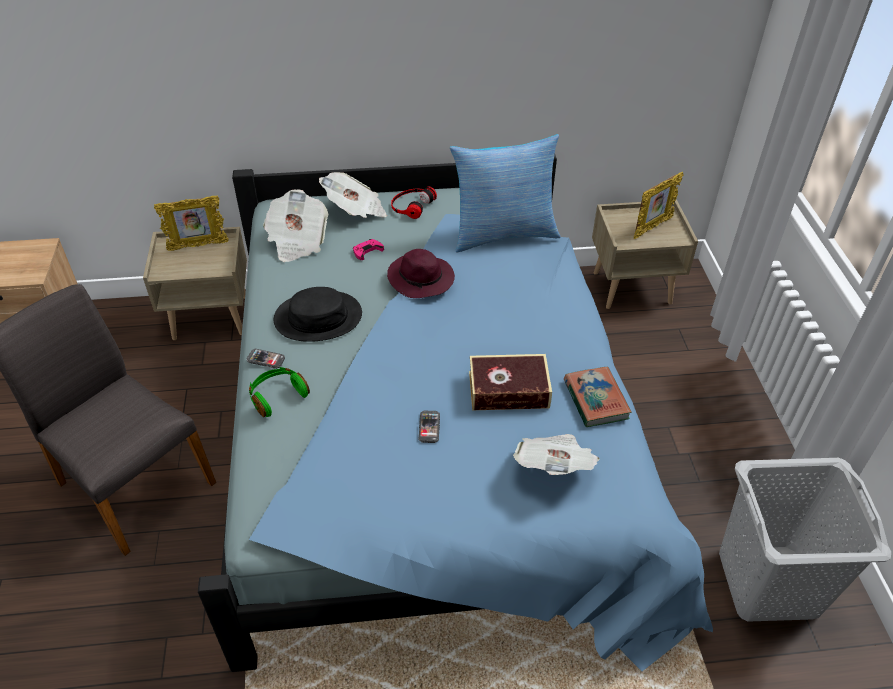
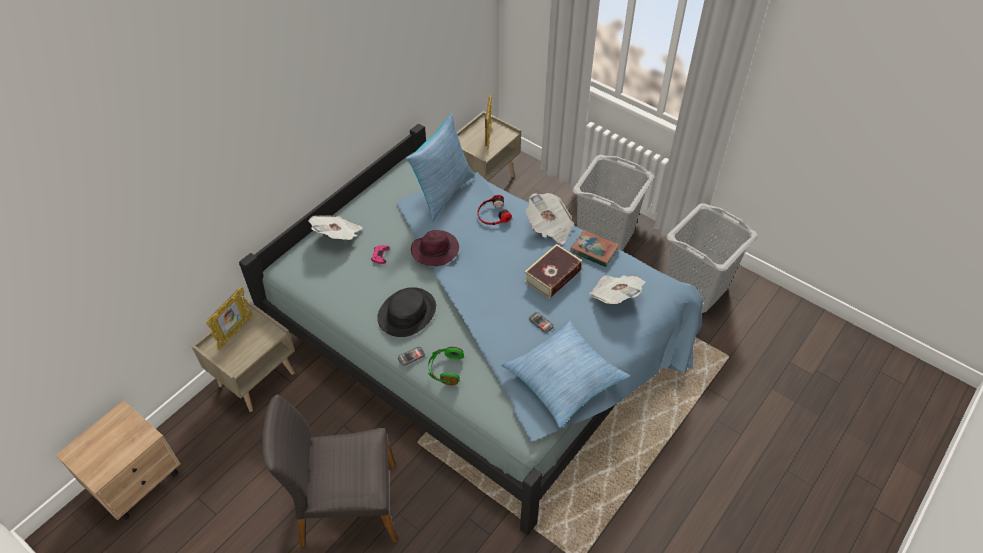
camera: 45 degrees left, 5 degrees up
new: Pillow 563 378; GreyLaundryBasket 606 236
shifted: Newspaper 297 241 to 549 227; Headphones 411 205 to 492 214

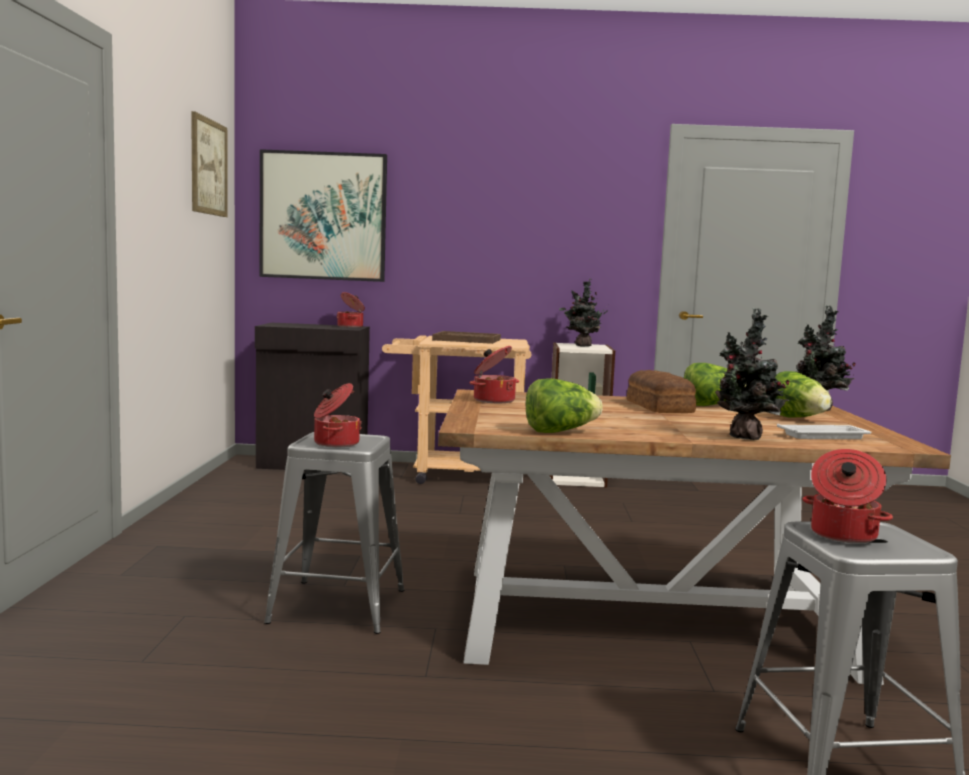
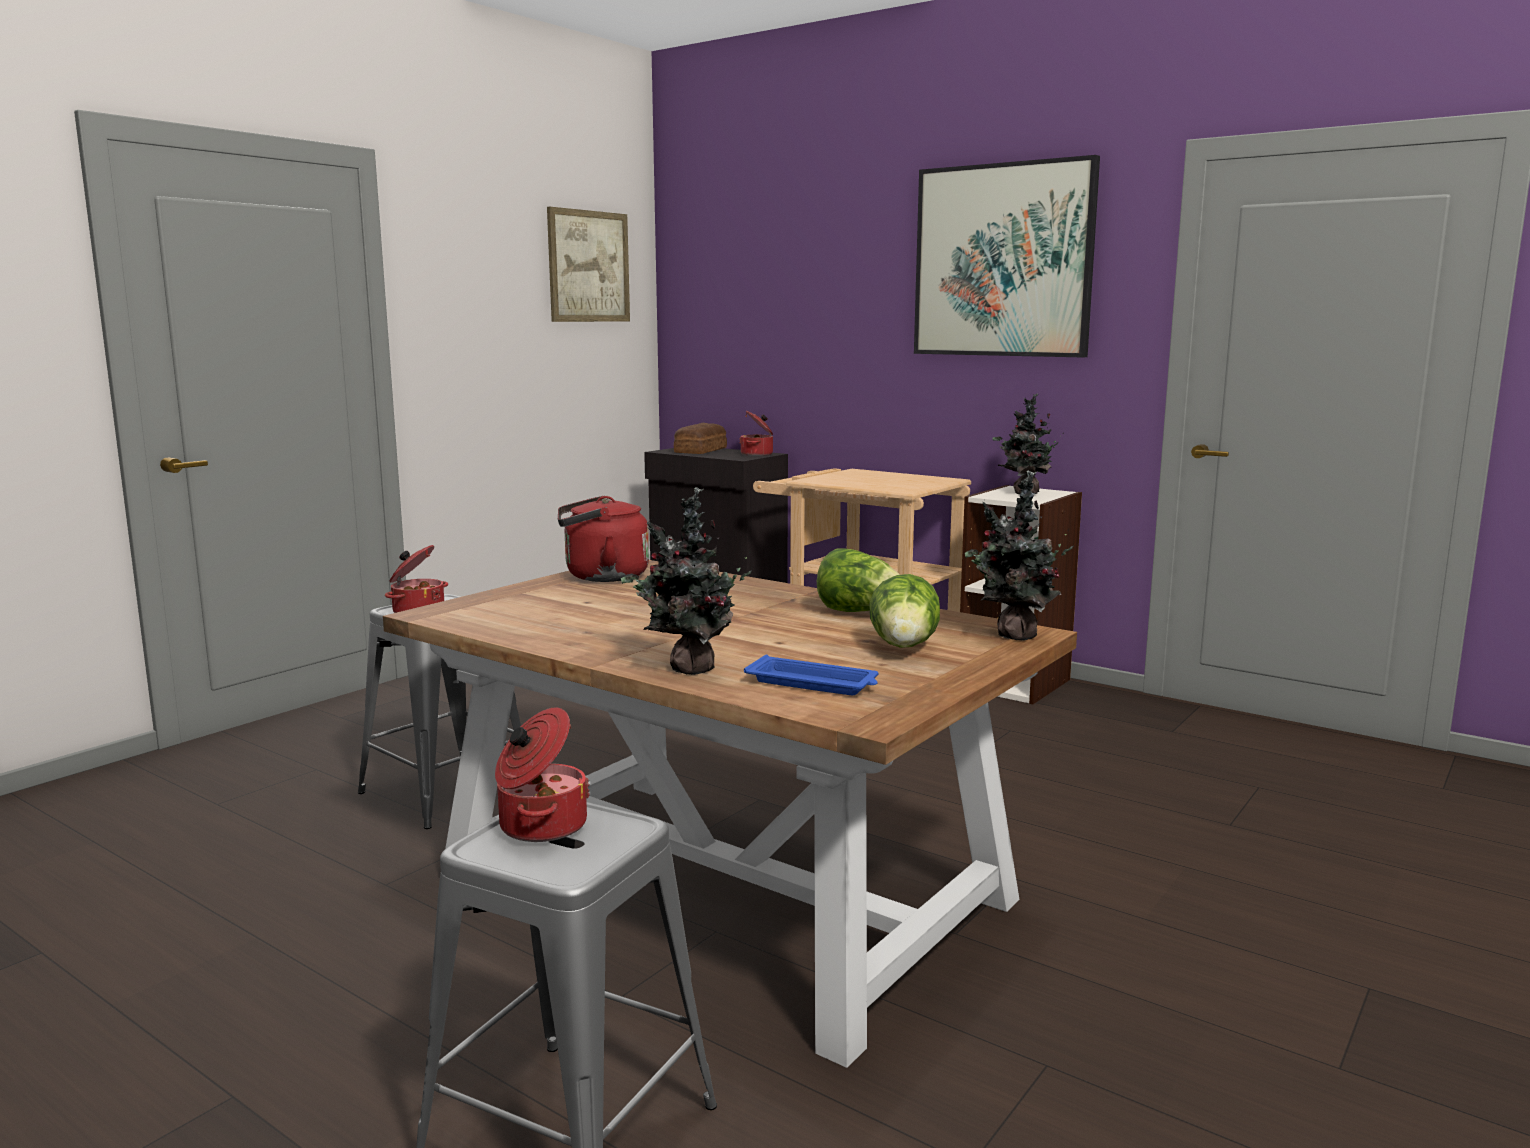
camera: 35 degrees right, 5 degrees up
gone: BrownTray 467 340; Lettuce 559 432
shifted: Picture 323 216 to 1003 261; Bread 658 407 to 699 450
swapped: CookingPot 493 400 to RedKettle 601 577
repainted: WhiteTray 824 436 to BlueTray 813 683

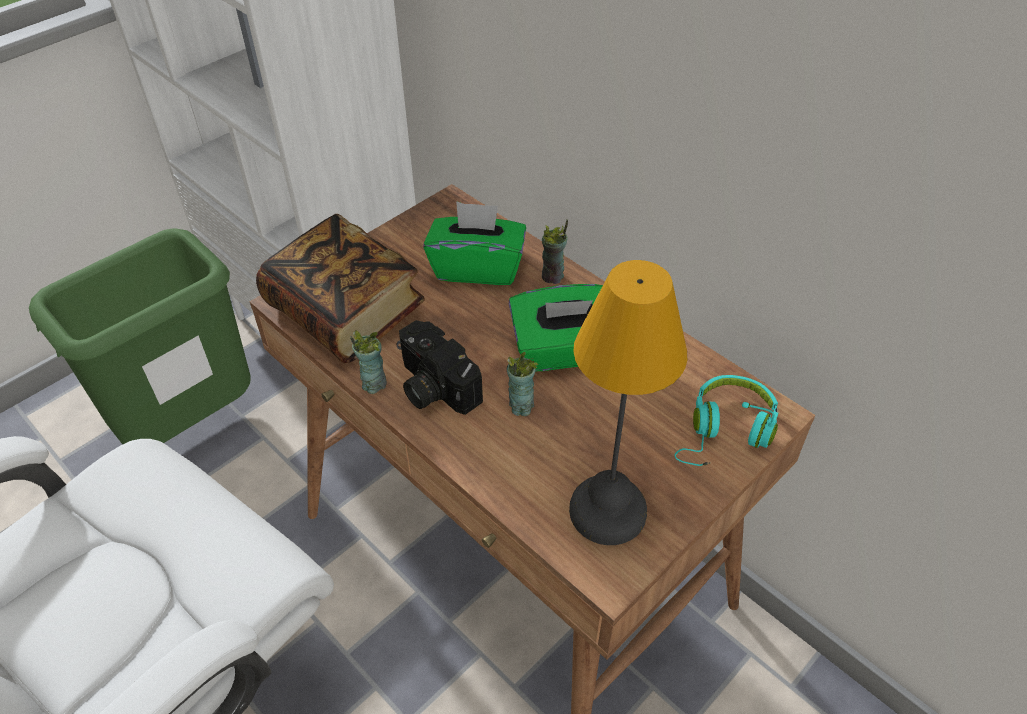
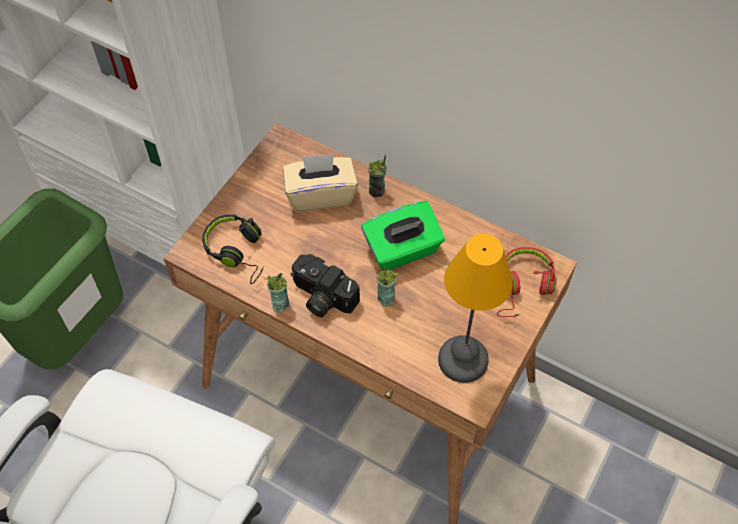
camera: 15 degrees left, 10 degrees up
swapped: Book 346 312 to BlackHeadphones 238 252
repainted: GreenTissueBox 477 268 to BeigeTissueBox 320 194; TurquoiseHeadphones 725 432 to RedHeadphones 523 287

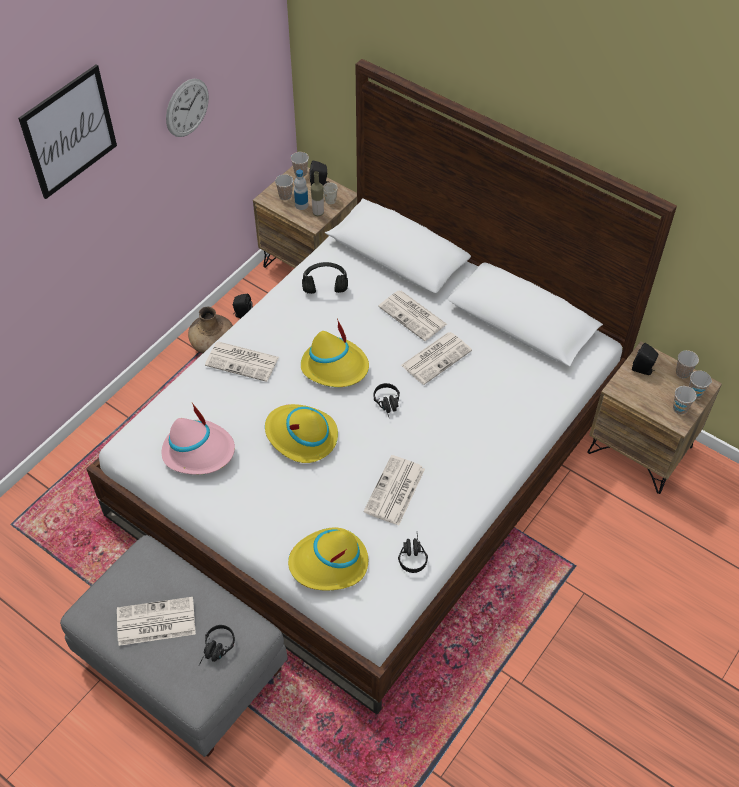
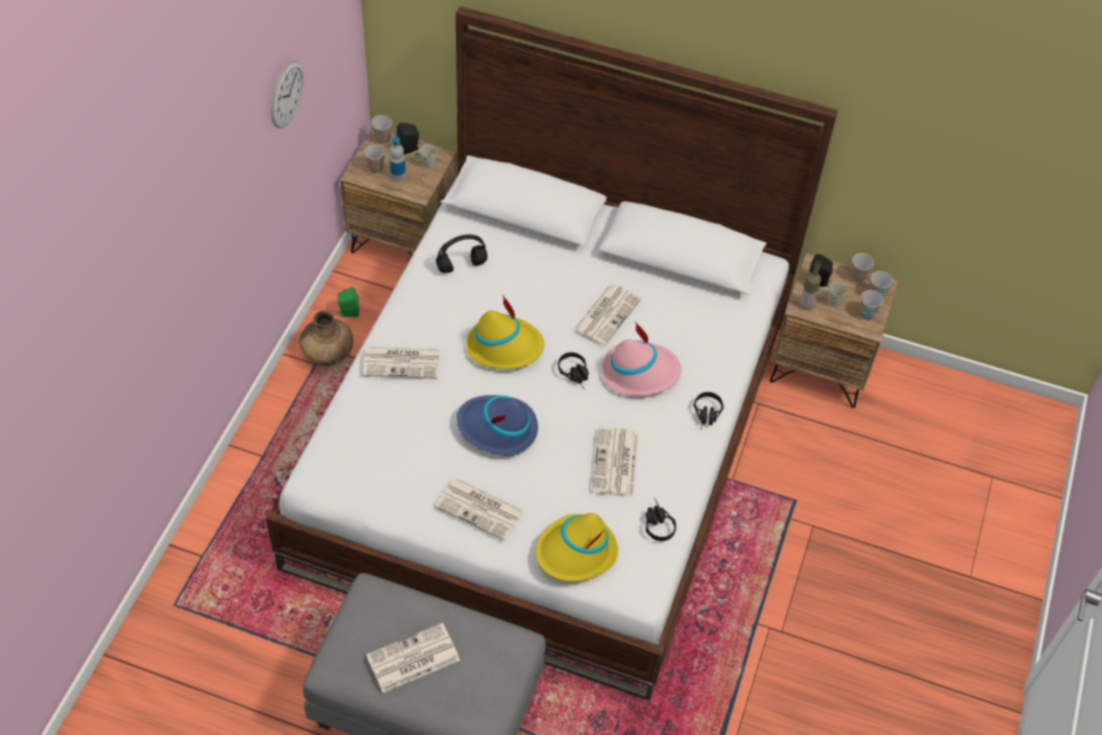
camera: 20 degrees left, 0 degrees up
gone: Picture 69 132
new: WhiteMug 829 301
shifted: PinkHat 199 451 to 640 372; BlackHeadphones 216 650 to 707 416; Bottle 318 213 to 806 305; Newspaper 413 316 to 481 509
repainted: BlackSpeaker 242 315 to GreenSpeaker 348 312; YellowHat 301 436 to BlueHat 497 428

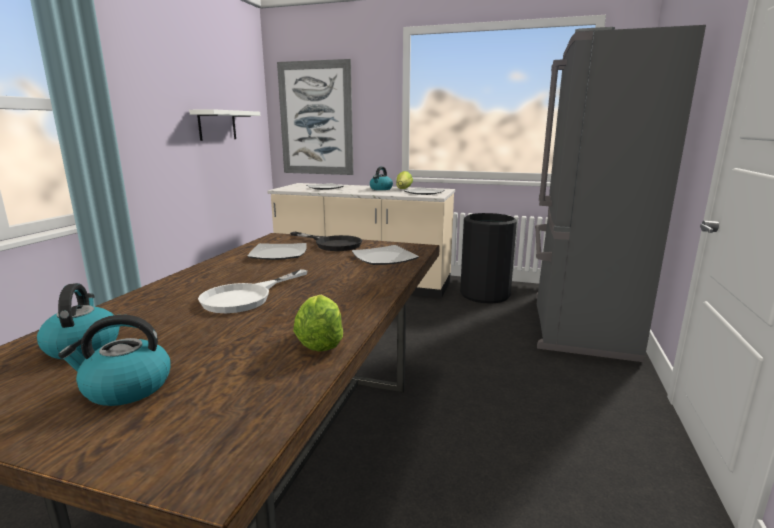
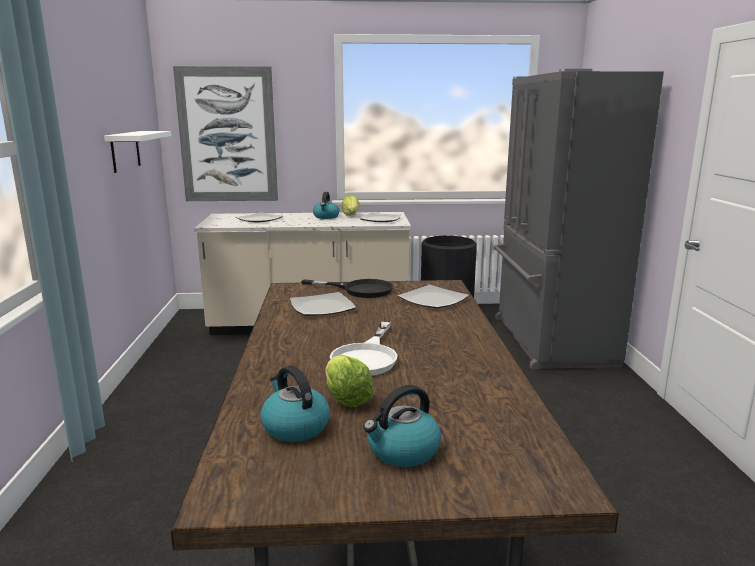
camera: 20 degrees left, 0 degrees up
shifted: Lettuce 320 341 to 346 398

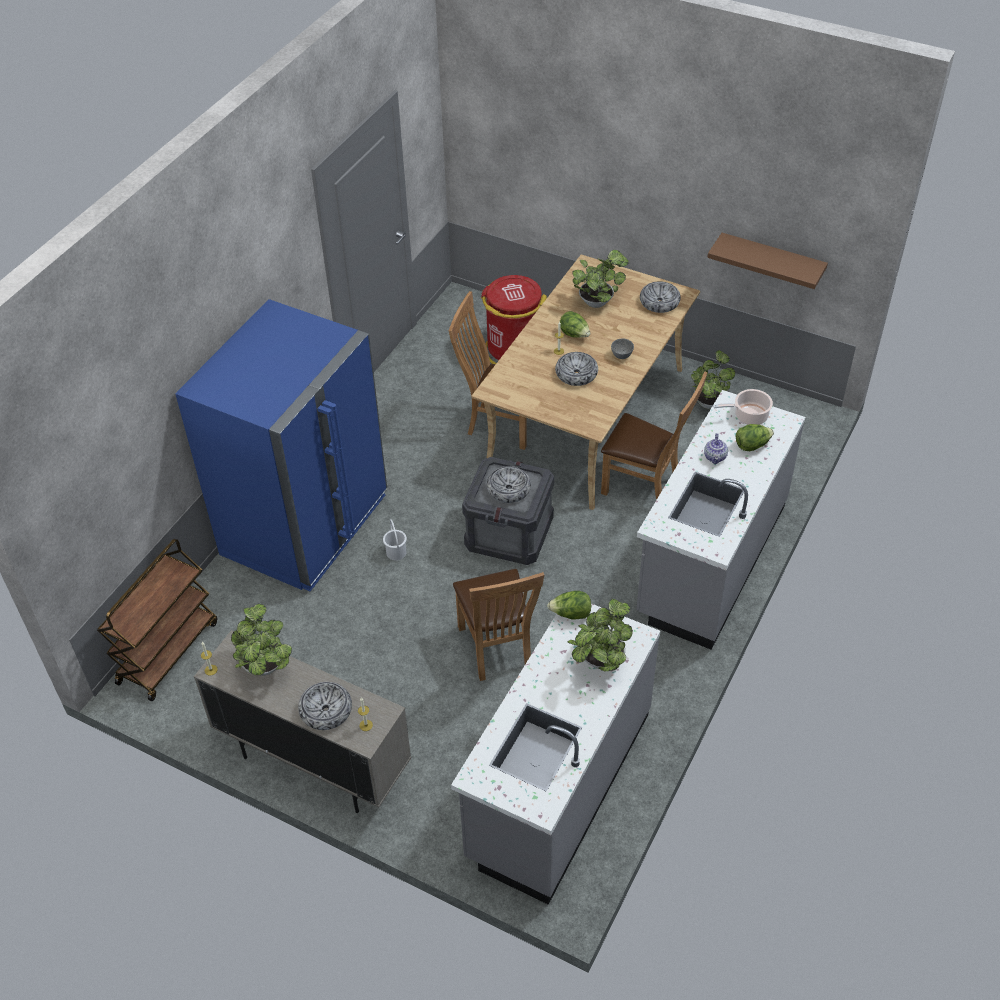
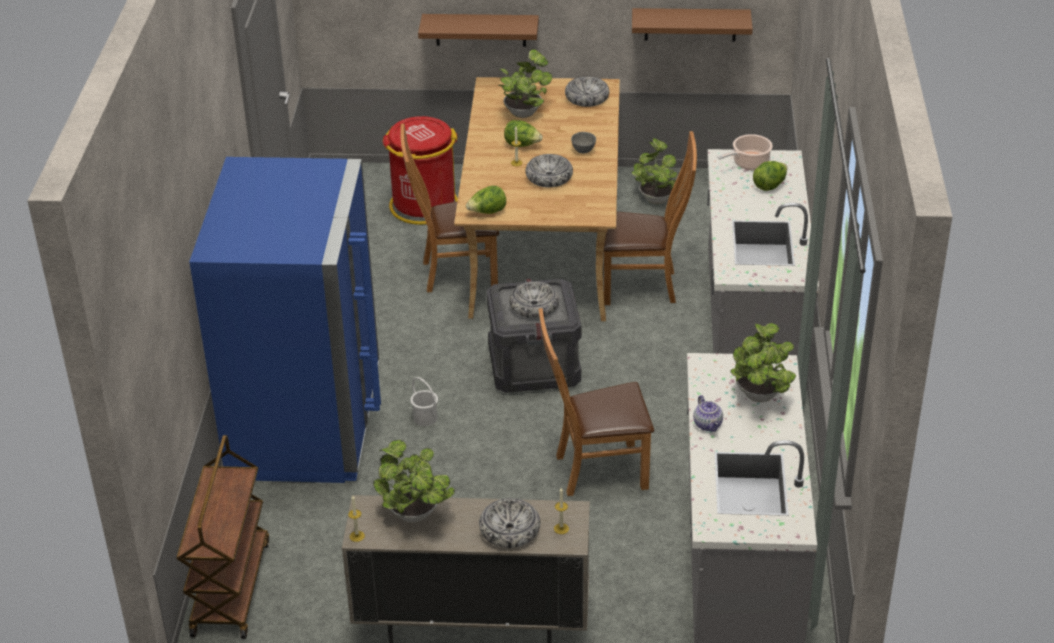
camera: 25 degrees left, 10 degrees down
new: BrownShelf 480 30
shifted: Lettuce 570 614 to 487 212; Teapot 715 457 to 708 425
rotated: BrownChair 497 651 = 595 470 120 degrees clockwise

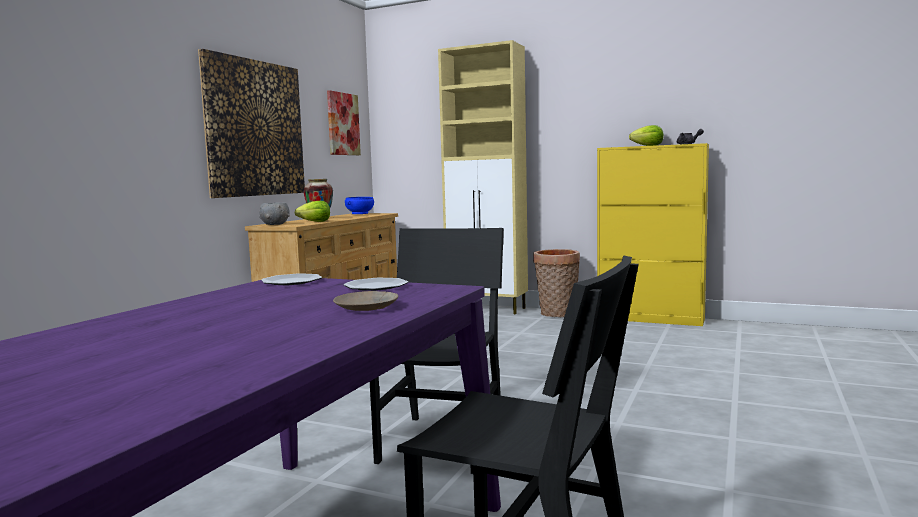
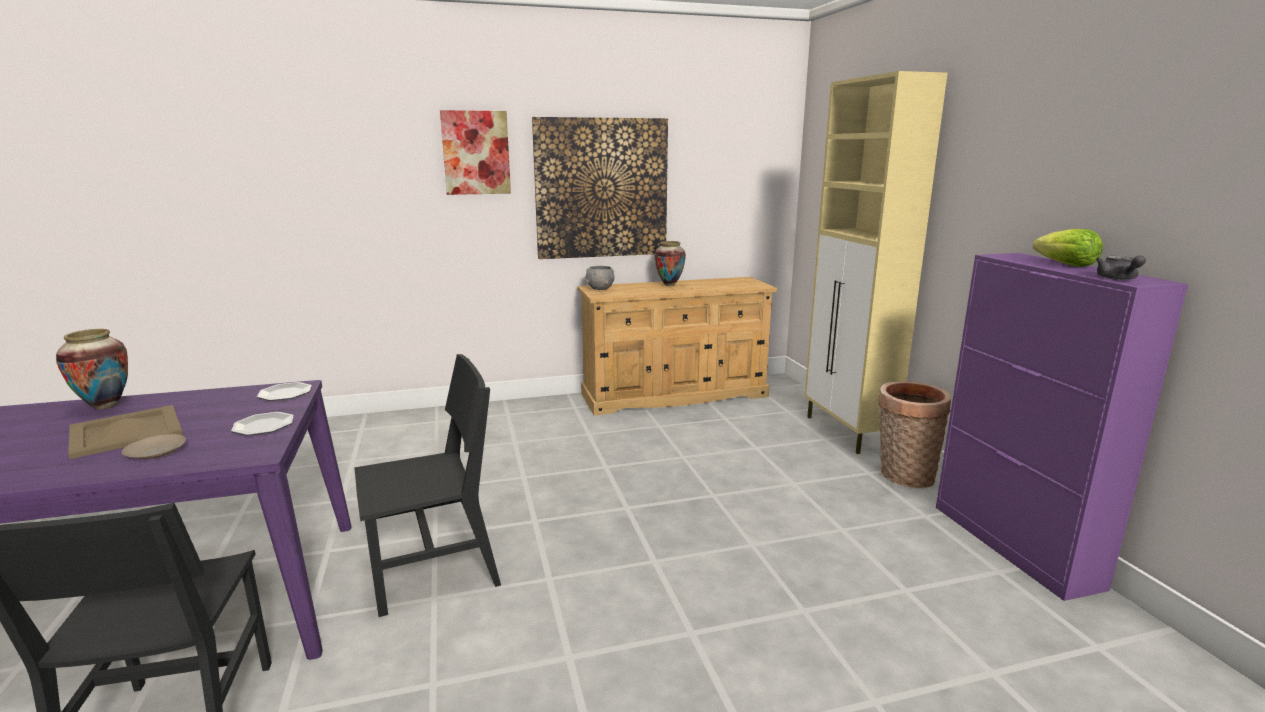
camera: 50 degrees right, 10 degrees up
gone: Lettuce 315 222; BlueBowl 359 213
new: Vase 105 406; BeigeTray 127 431
shifted: Picture 343 124 to 476 153
repainted: YellowCabinet 651 319 to PurpleCabinet 1014 545

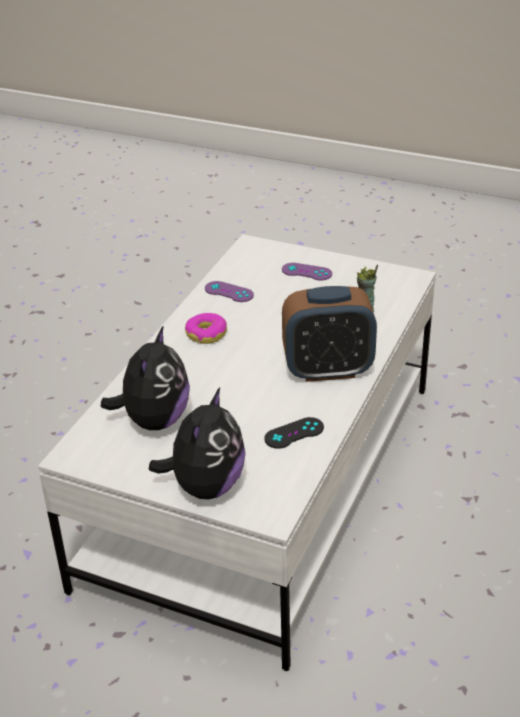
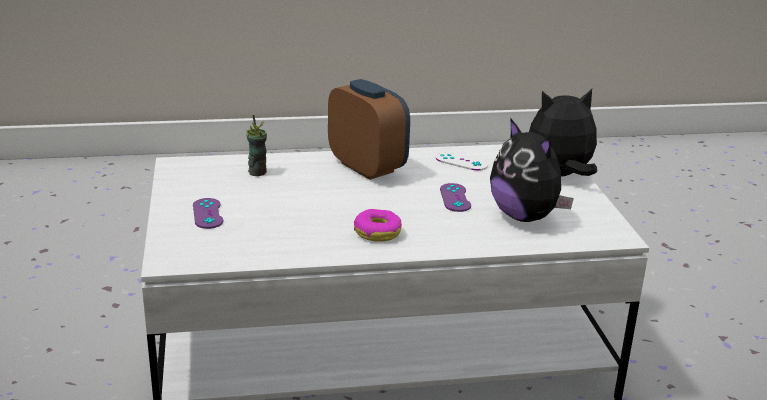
camera: 125 degrees left, 10 degrees down
shifted: PurpleGameController 229 292 to 455 198
repainted: BlackGameController 294 433 to WhiteGameController 461 162
rotated: PlushToy 154 420 = 525 216 105 degrees counterclockwise

